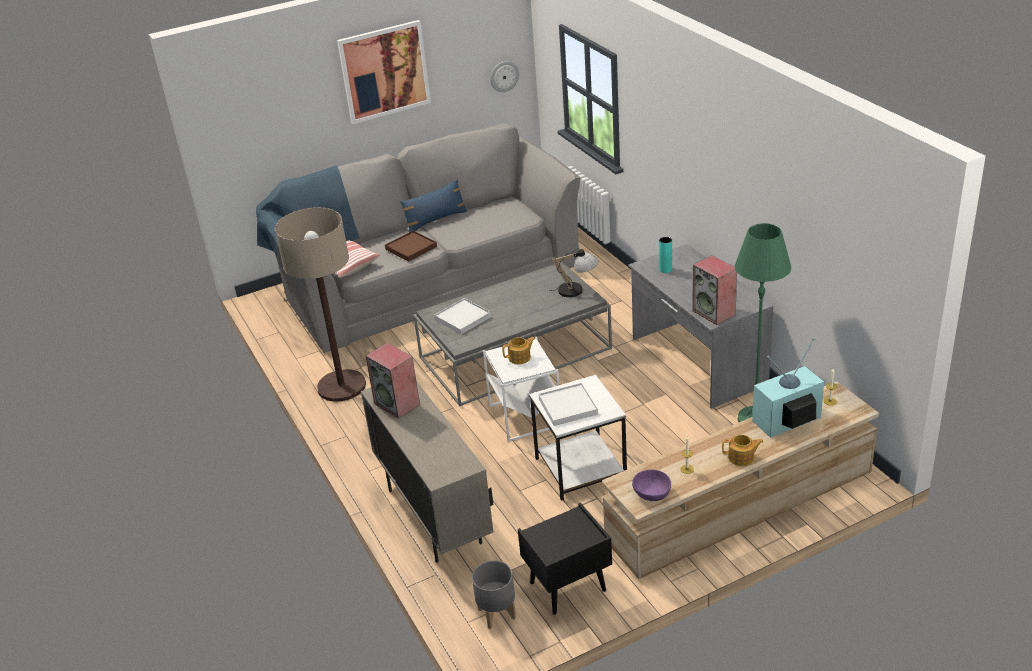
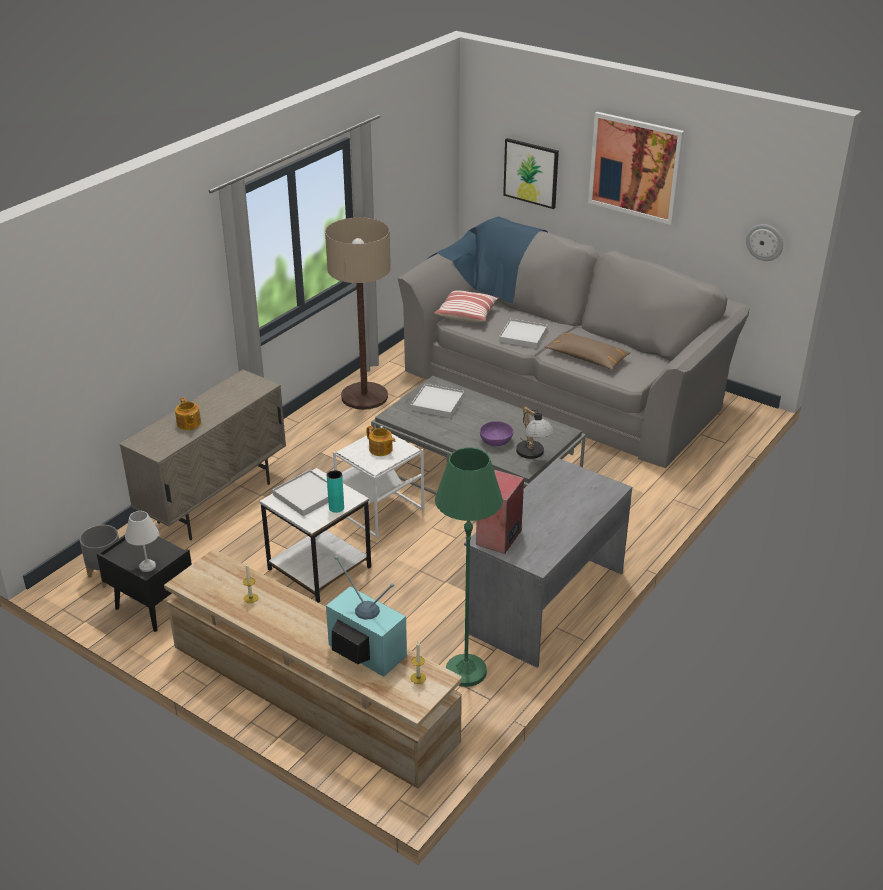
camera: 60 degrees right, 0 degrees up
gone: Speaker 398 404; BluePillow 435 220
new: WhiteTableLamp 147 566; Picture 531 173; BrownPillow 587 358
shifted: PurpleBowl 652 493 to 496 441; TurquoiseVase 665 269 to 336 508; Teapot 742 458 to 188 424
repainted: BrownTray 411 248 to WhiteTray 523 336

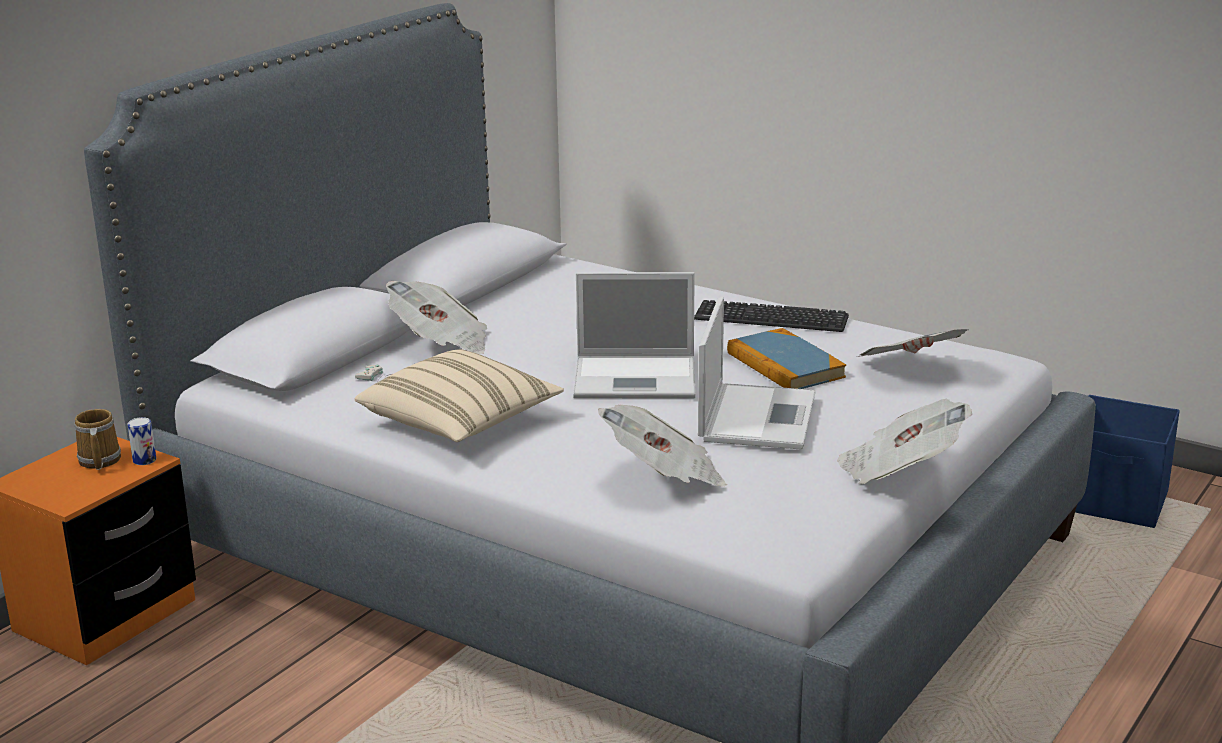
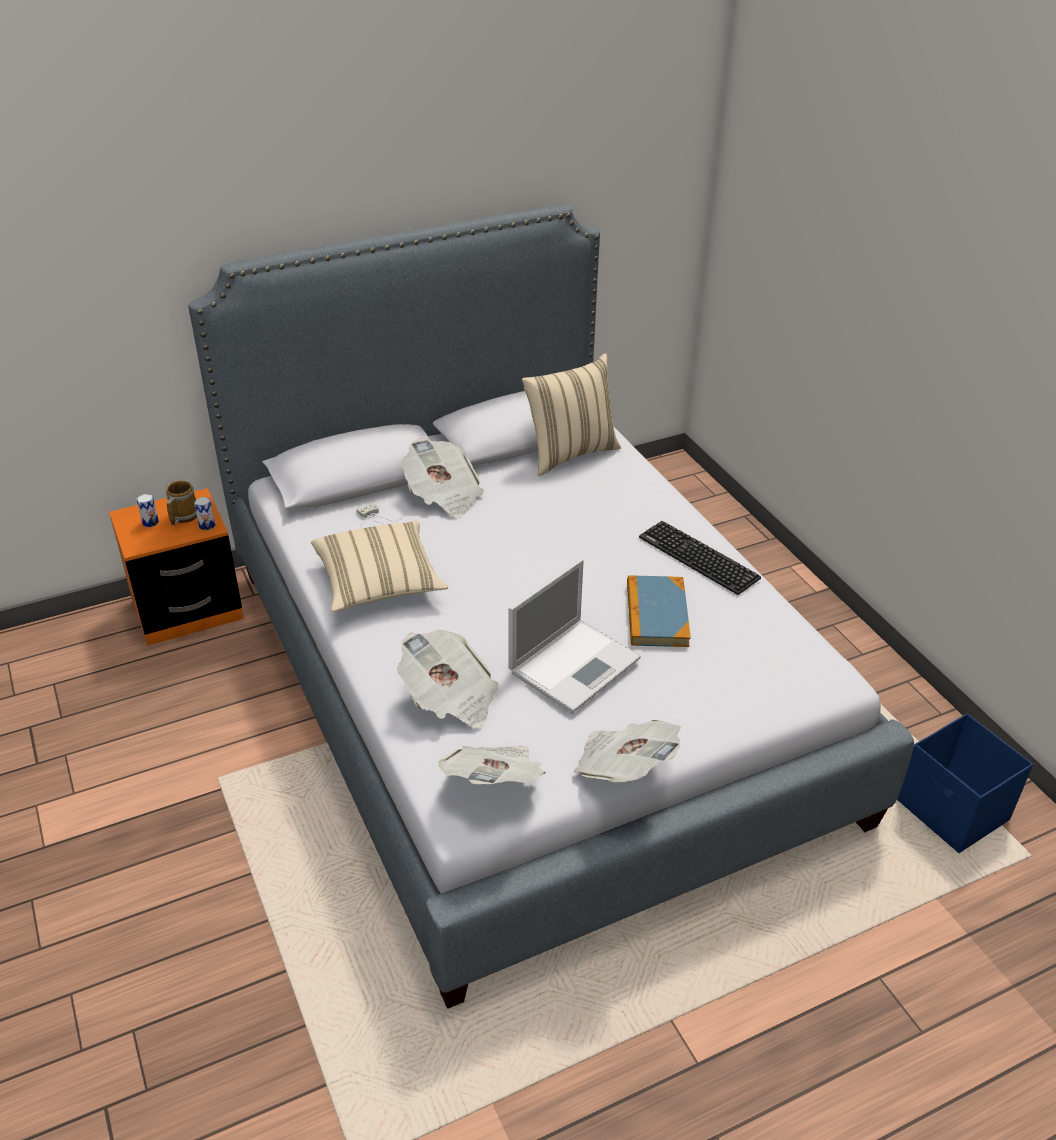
camera: 30 degrees right, 15 degrees up
gone: Laptop 638 378
new: Can 150 522; BeigePillow 570 453
shifted: Newspaper 909 370 to 495 782

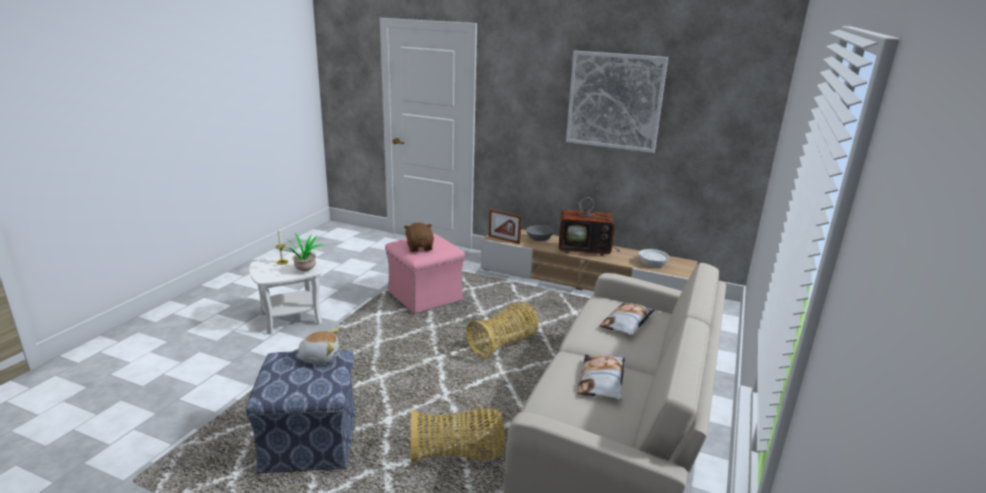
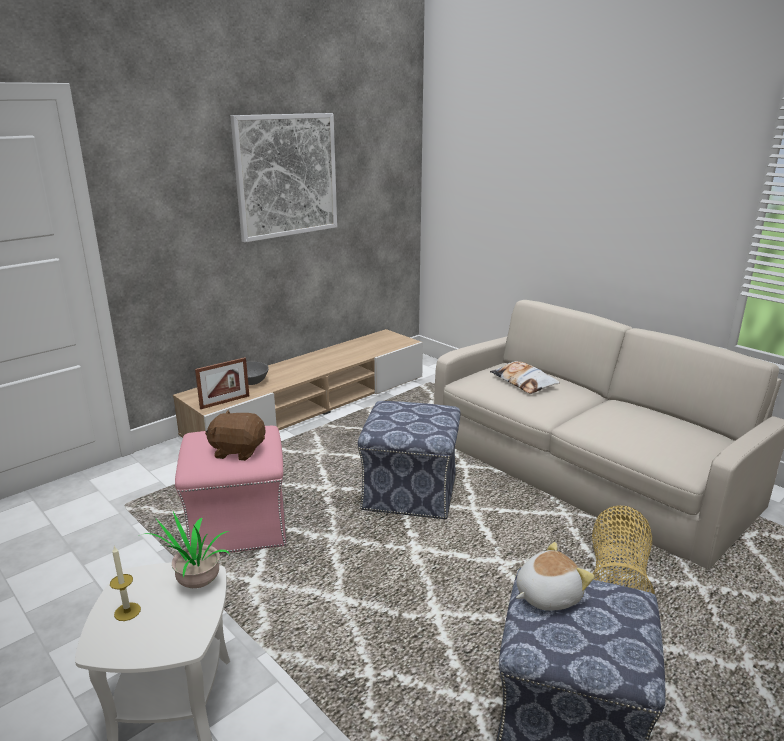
camera: 65 degrees left, 0 degrees up
gone: Television 585 249; Pillow 602 381; WhiteBowl 652 263
swapped: Basket 504 344 to Ottoman 411 492
rotated: PlushToy 319 357 = 546 595 45 degrees clockwise

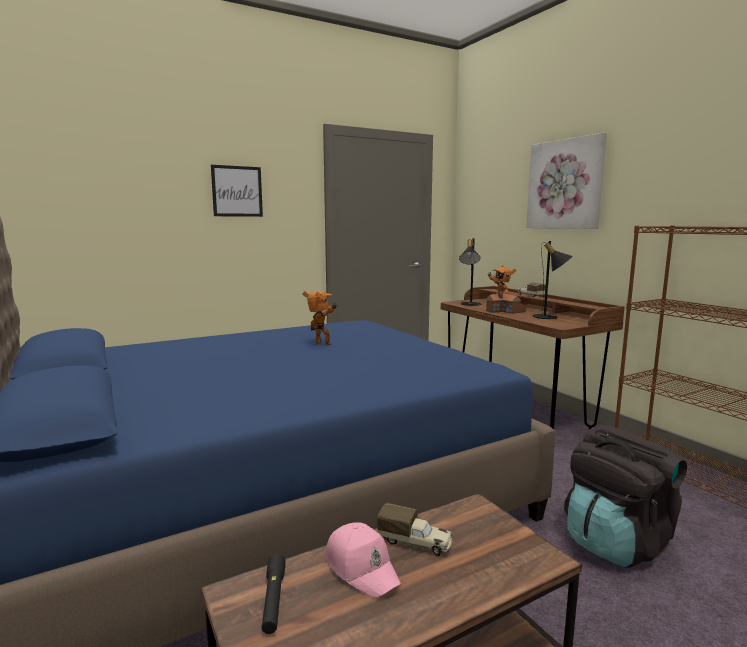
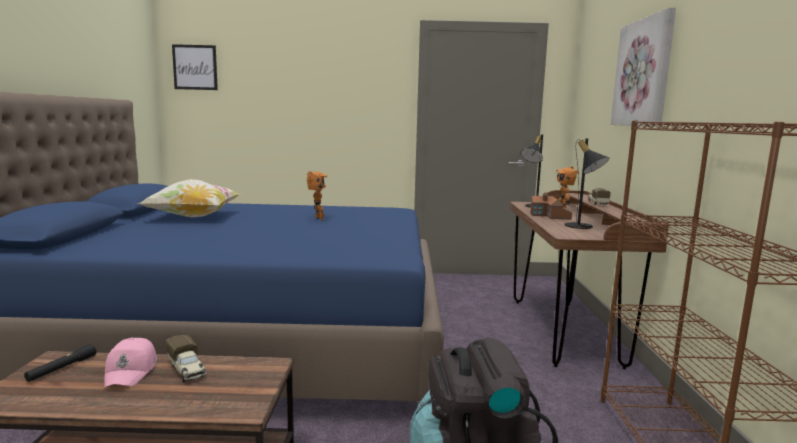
camera: 30 degrees right, 0 degrees up
new: Pillow 193 217
shifted: Picture 237 191 to 195 67

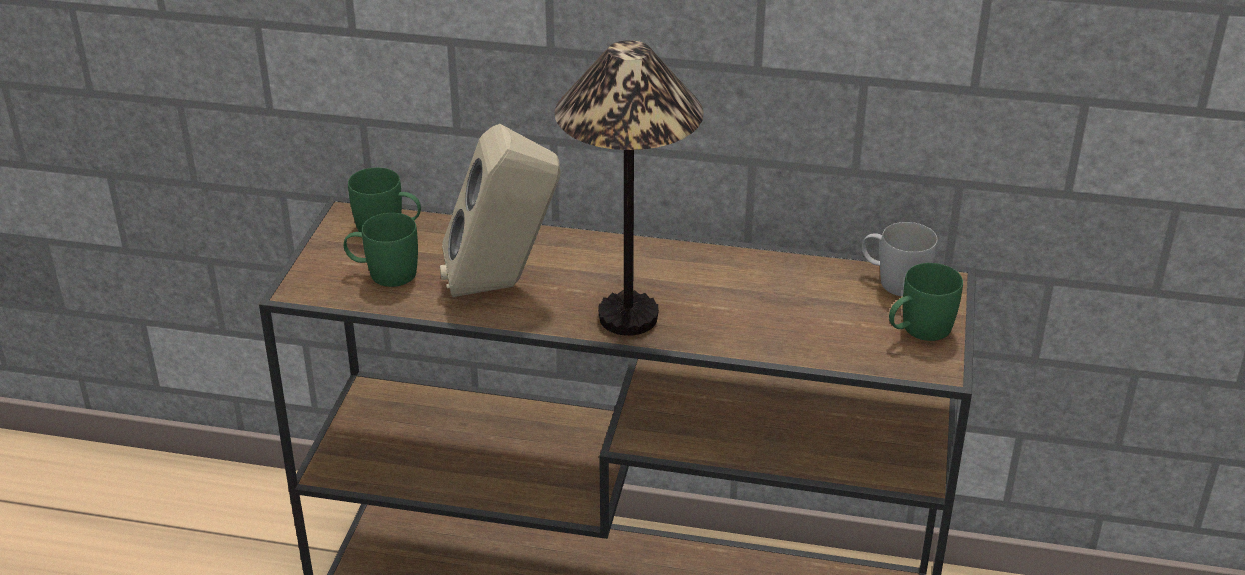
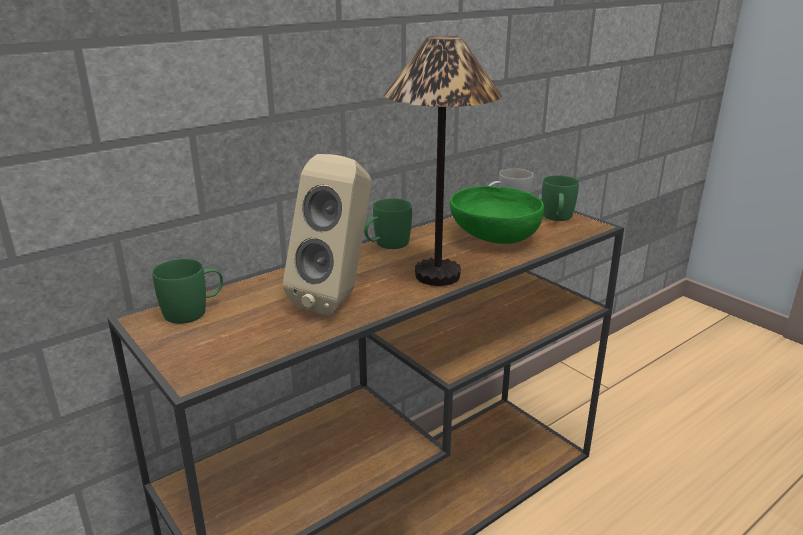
camera: 50 degrees left, 10 degrees down
new: GreenBowl 493 237
shifted: GreenMug 383 273 to 386 245

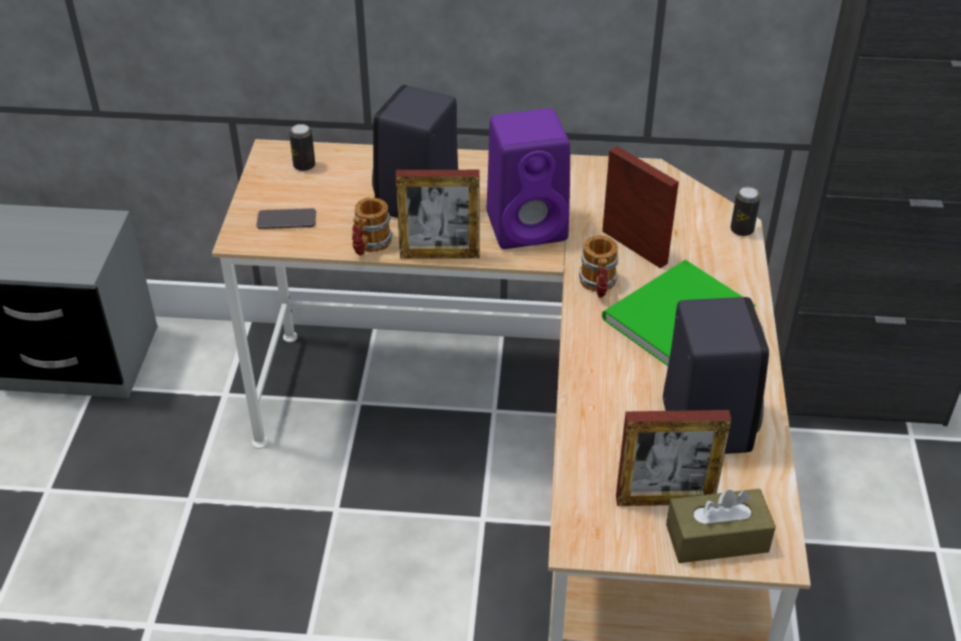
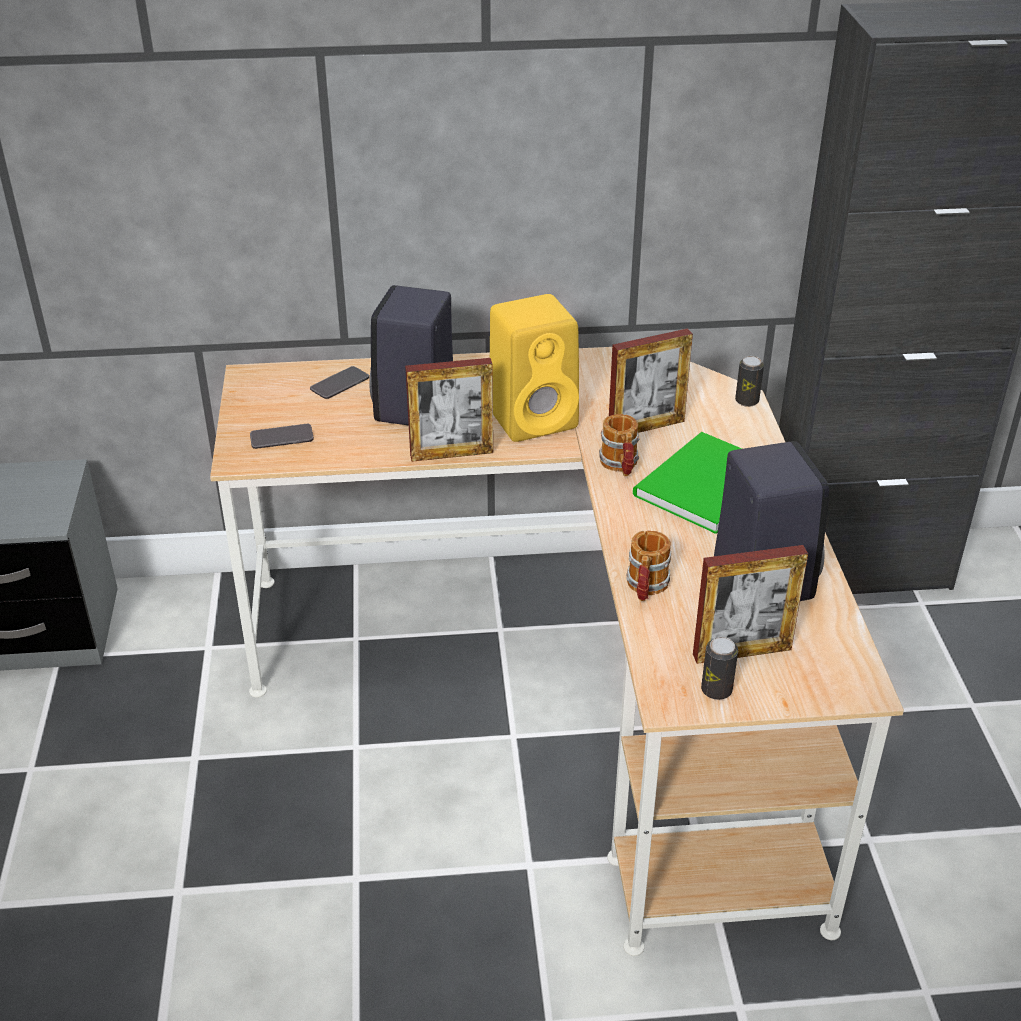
camera: 10 degrees left, 5 degrees down
gone: BrownTissueBox 717 538
new: Phone 340 384
shifted: Can 304 165 to 716 690; Mug 369 246 to 646 588
repainted: PurpleSpeaker 529 225 to YellowSpeaker 535 418
rotated: PictureFrame 634 247 = 646 427 120 degrees clockwise

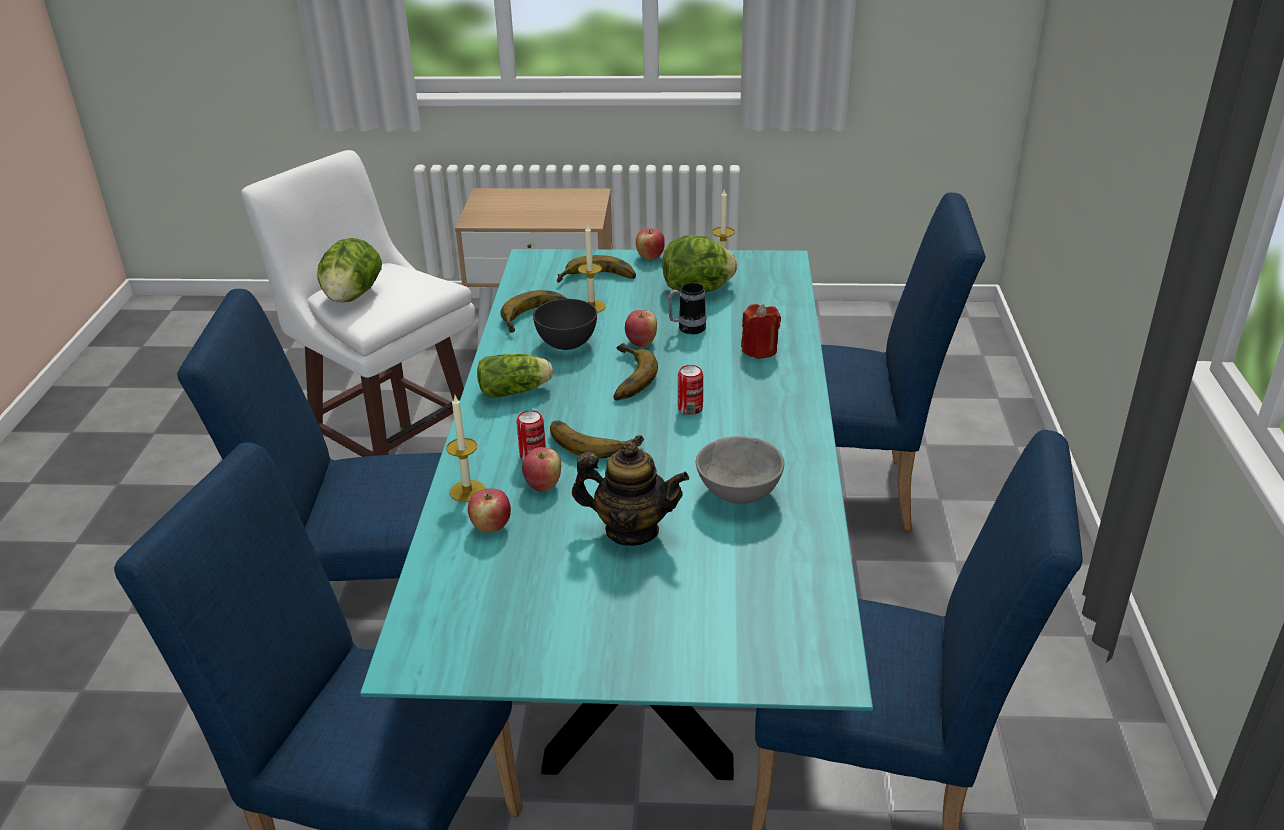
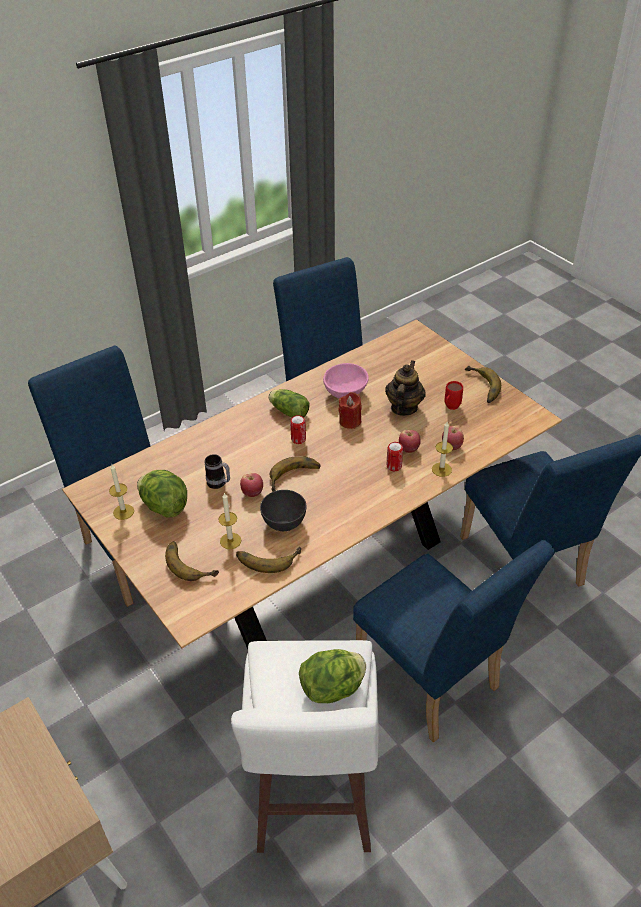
camera: 130 degrees left, 10 degrees up
gone: Apple 650 257
new: RedMug 450 407
shifted: Lettuce 517 391 to 288 411; Banana 593 440 to 480 387; RedCandle 759 350 to 350 421
repainted: TurquoiseDiningTable 647 625 to BrownDiningTable 322 564; GreyBowl 737 493 to PinkBowl 346 393
rotated: Teapot 631 530 = 403 408 45 degrees clockwise

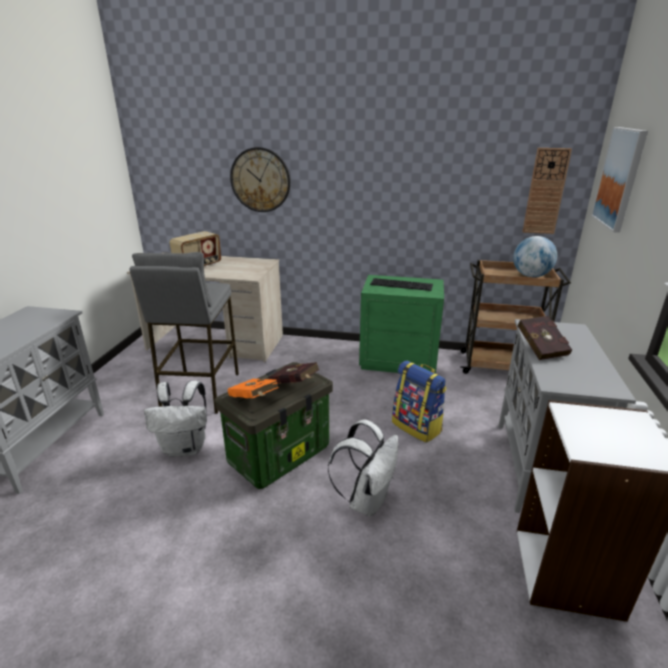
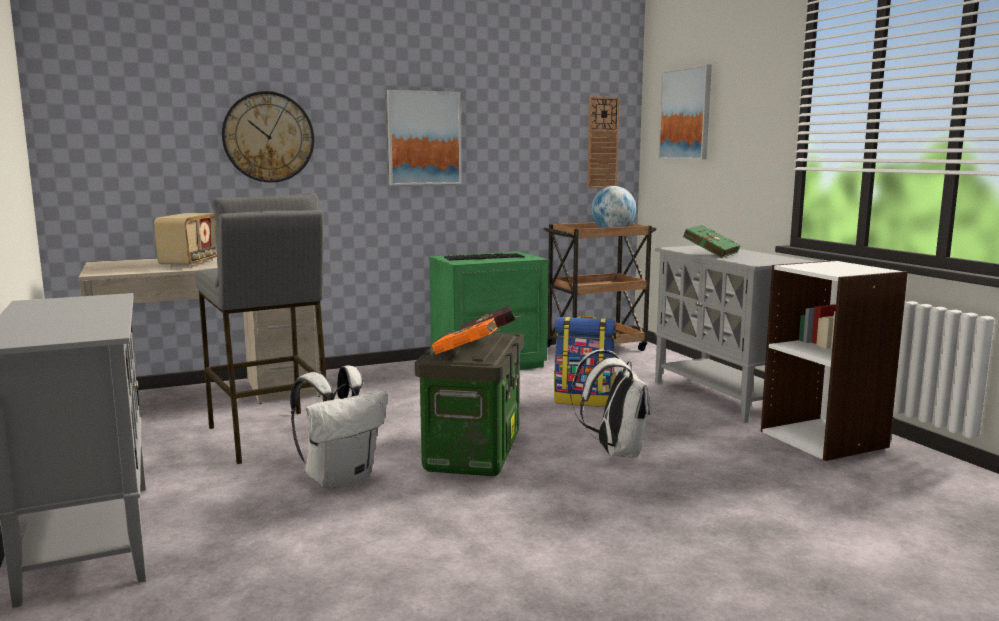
camera: 35 degrees left, 15 degrees down
new: Picture 424 138
repainted: RedBook 540 348 to GreenBook 708 254

